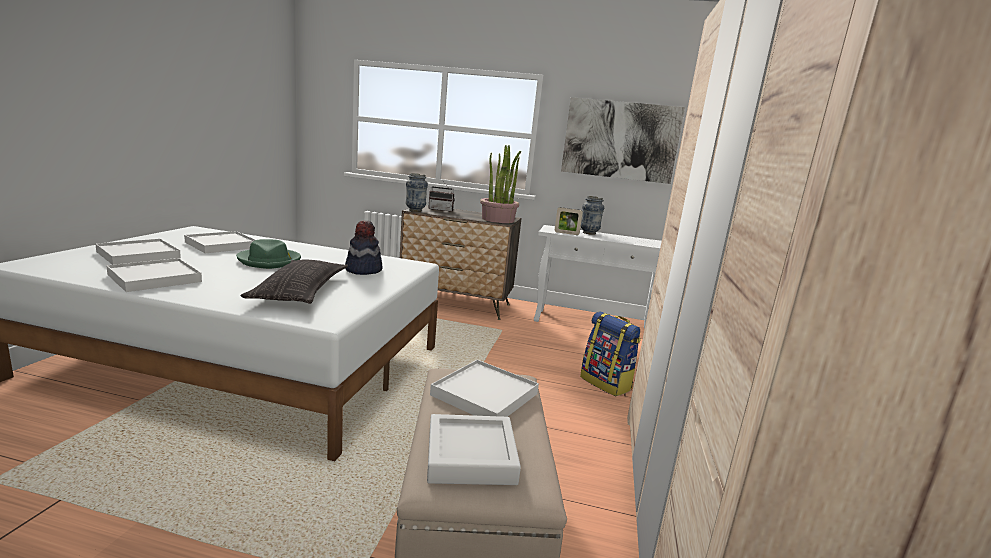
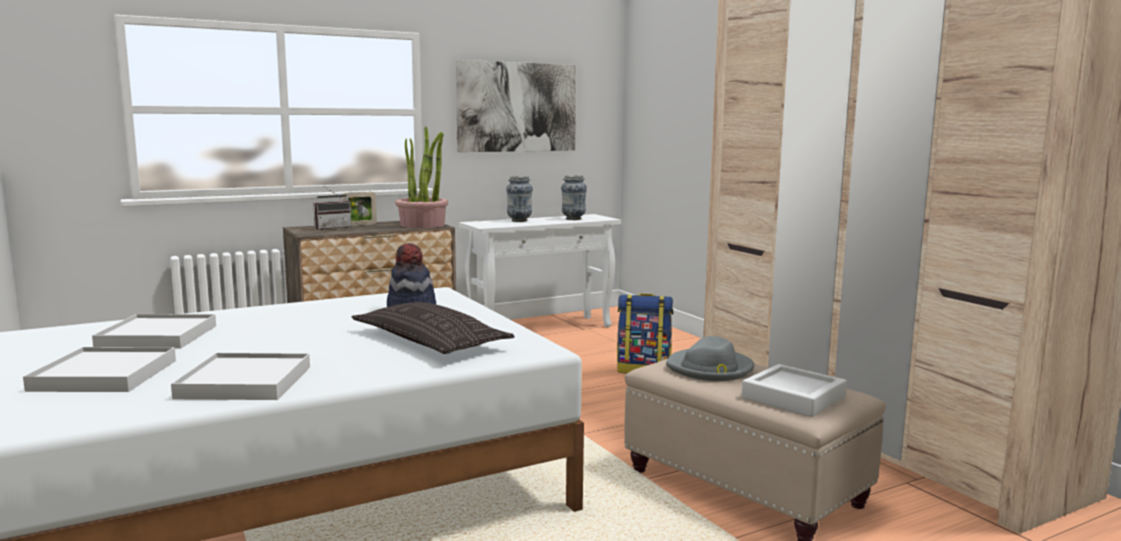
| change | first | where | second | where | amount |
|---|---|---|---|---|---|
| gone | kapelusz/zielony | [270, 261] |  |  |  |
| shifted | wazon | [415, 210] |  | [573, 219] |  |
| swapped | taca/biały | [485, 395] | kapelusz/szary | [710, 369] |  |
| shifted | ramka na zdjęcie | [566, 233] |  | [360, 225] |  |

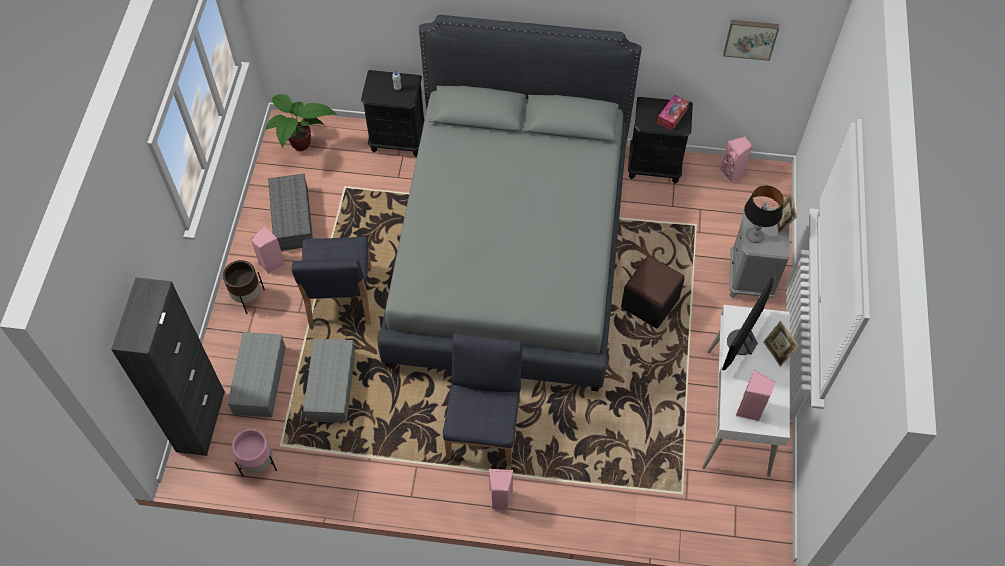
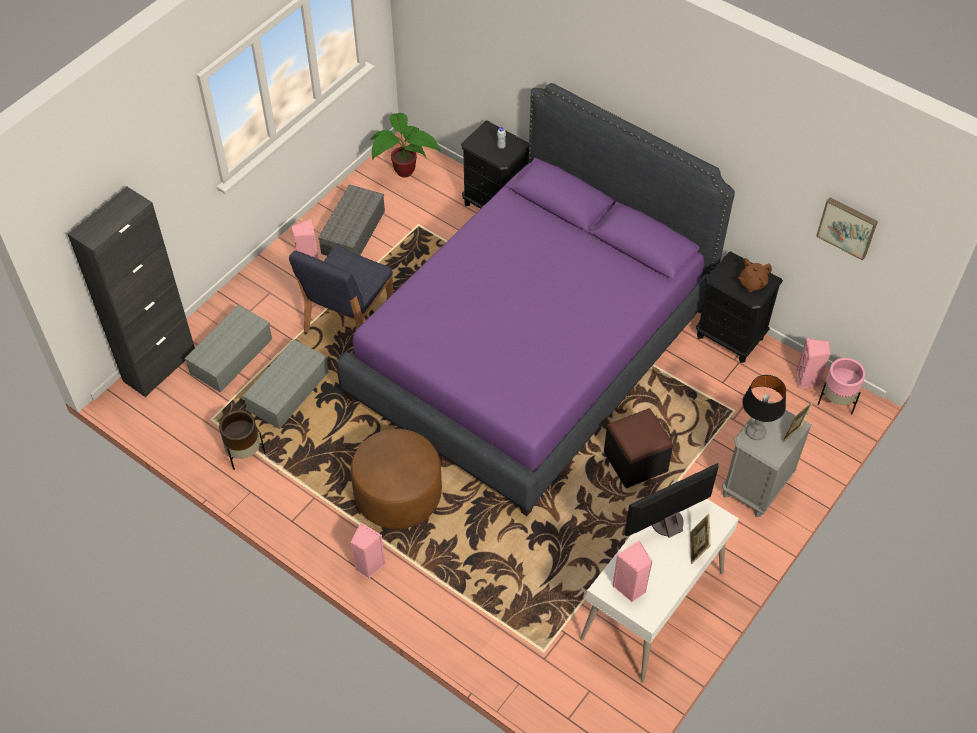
| change | first | where | second | where | amount |
|---|---|---|---|---|---|
| shifted | donica/brązowy | [248, 297] |  | [245, 453] |  |
| shifted | donica/różowy | [259, 464] |  | [837, 401] |  |
| repainted | łóżko/szary | [510, 252] | łóżko/fioletowy | [531, 351] |  |
| swapped | krzesło/niebieski | [484, 427] | pufa/brązowy | [398, 495] |  |
| swapped | pudełko chusteczek | [672, 116] | imbryk/brązowy | [752, 283] |  |

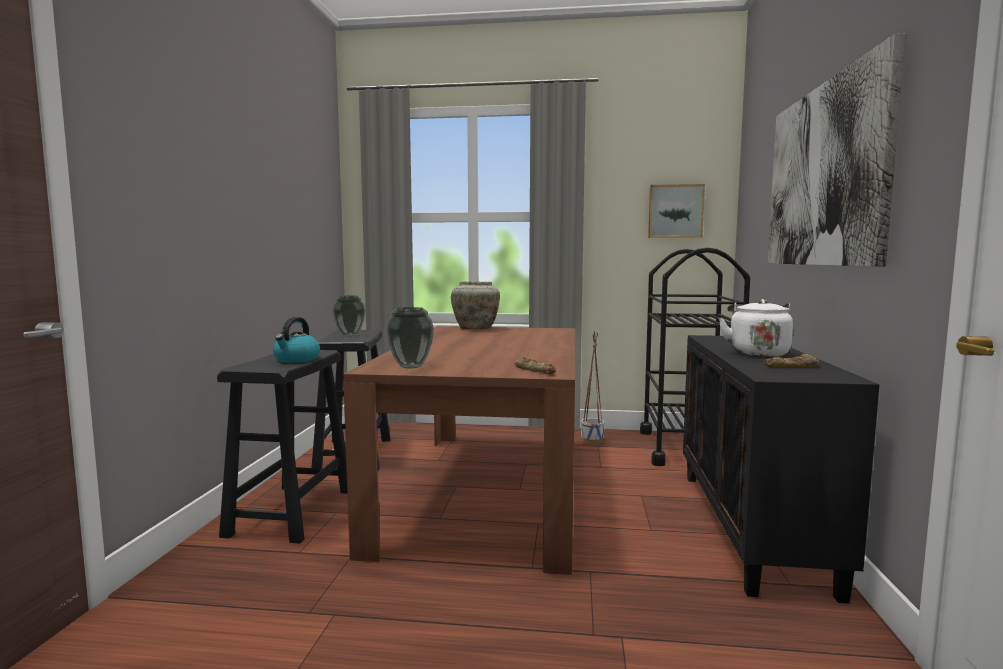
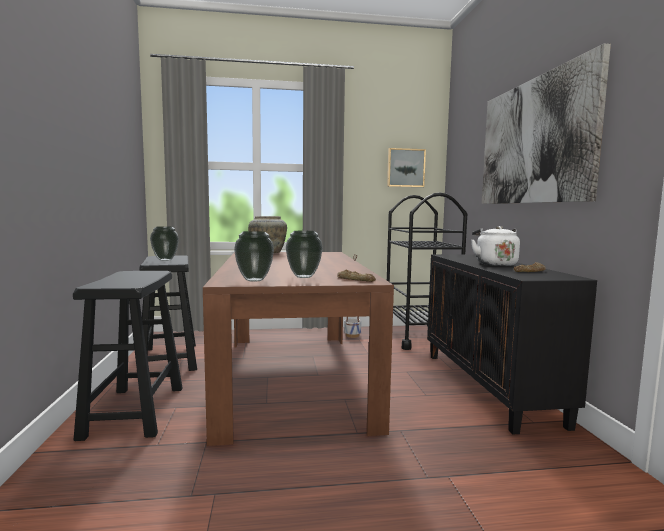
| change | first | where | second | where | amount |
|---|---|---|---|---|---|
| gone | czajnik | [296, 359] |  |  |  |
| new |  |  | wazon | [304, 277] |  |

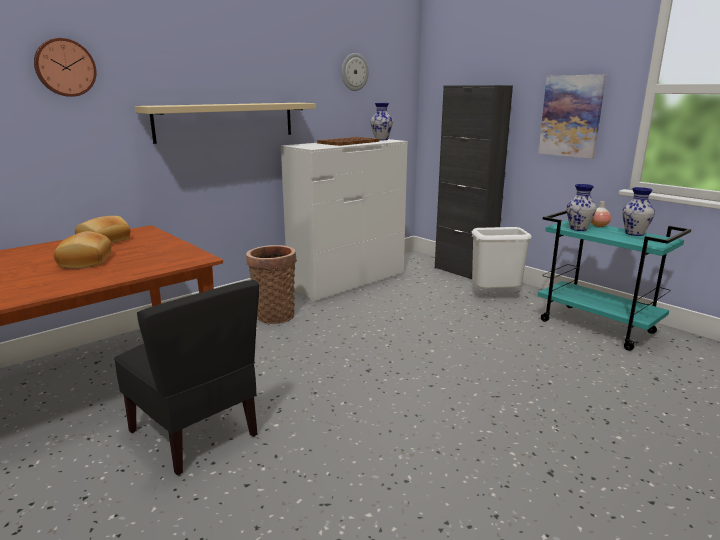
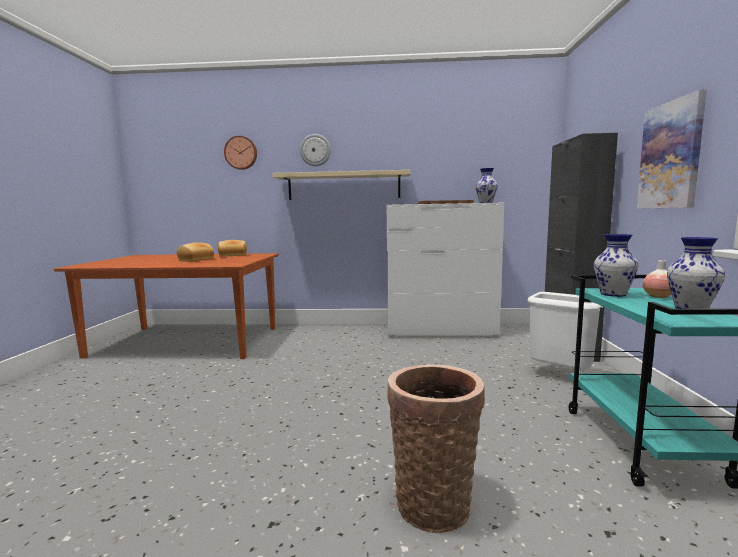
| change | first | where | second | where | amount |
|---|---|---|---|---|---|
| gone | krzesło/czarny | [196, 432] |  |  |  |
| shifted | koszyk | [274, 315] |  | [434, 501] |  |
| shifted | zegar ścienny | [354, 72] |  | [315, 150] |  |

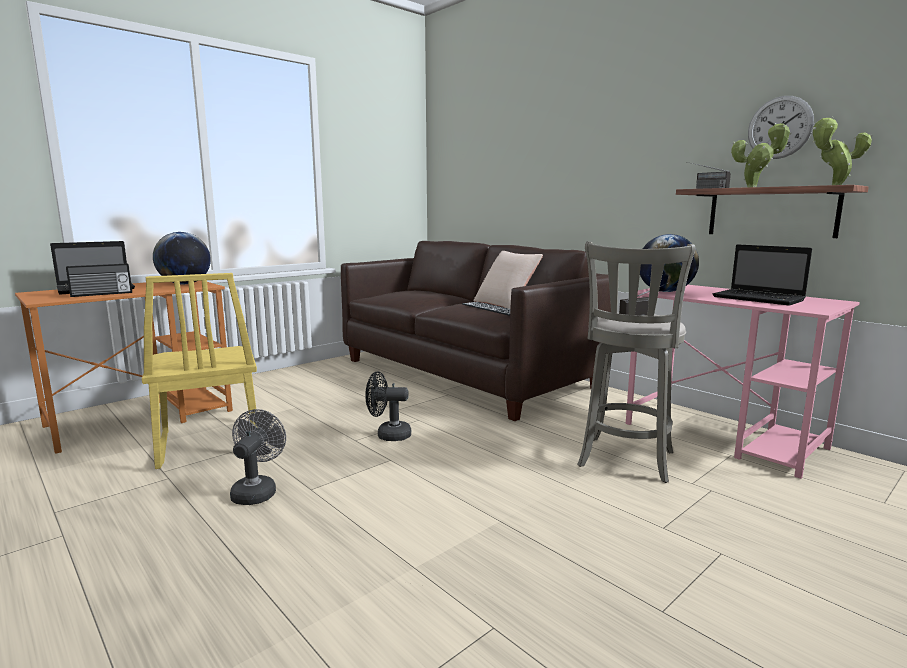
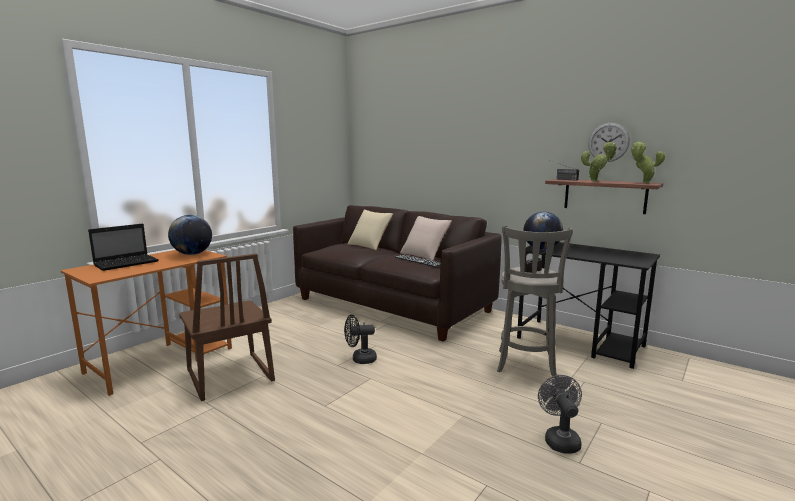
| change | first | where | second | where | amount |
|---|---|---|---|---|---|
| gone | radio | [102, 294] |  |  |  |
| repainted | krzesło/żółty | [208, 443] | krzesło/brązowy | [229, 377] |  |
| shifted | wentylator/szary | [257, 491] |  | [559, 439] |  |
| repainted | biurko/różowy | [724, 436] | biurko/czarny | [580, 342] |  |
| gone | laptop | [760, 299] |  |  |  |
| new |  |  | poduszka/beżowy | [370, 245] |  |

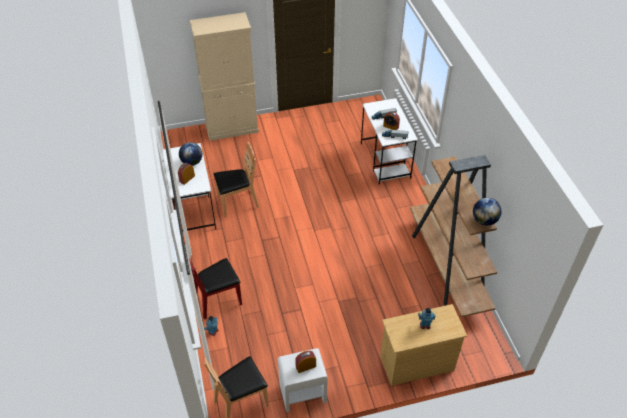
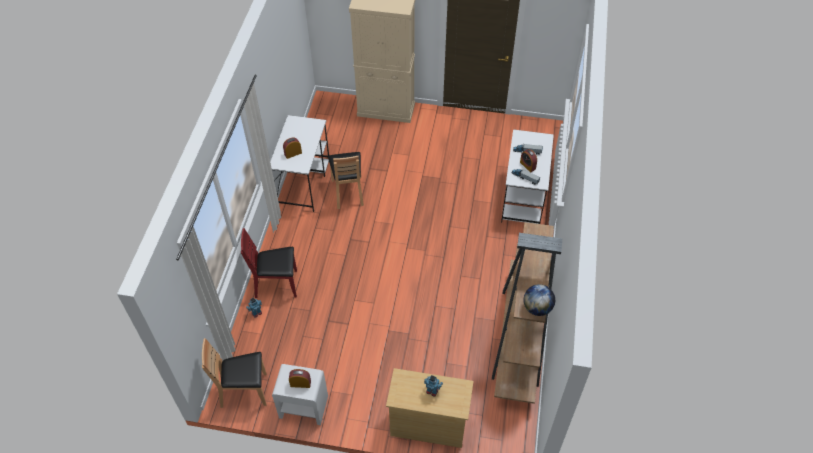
| change | first | where | second | where | amount |
|---|---|---|---|---|---|
| gone | globus | [192, 162] |  |  |  |
| rotated | krzesło/brązowy | [237, 203] |  | [348, 192] | 75 degrees clockwise |

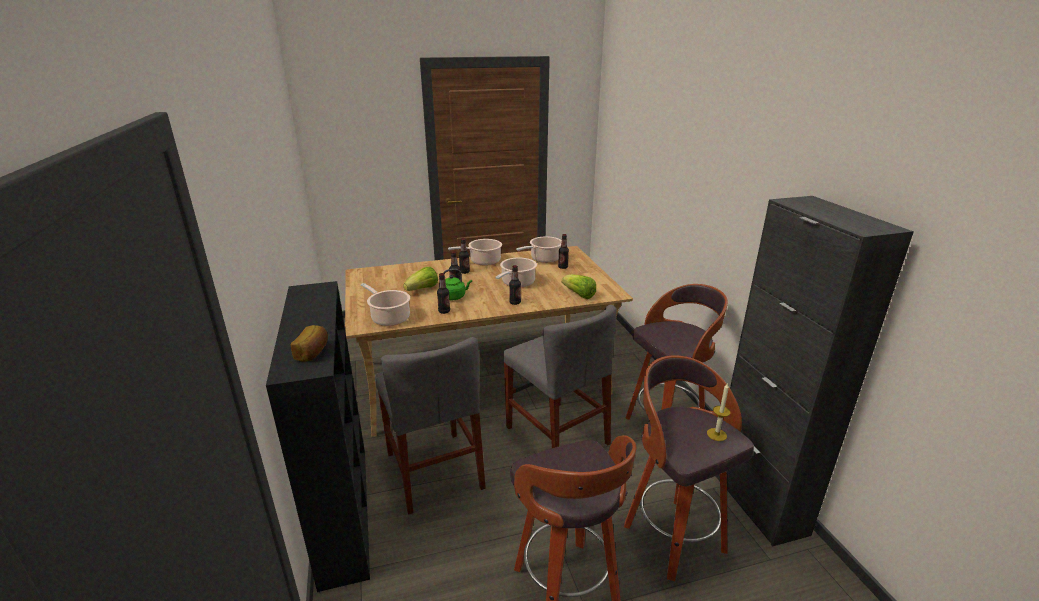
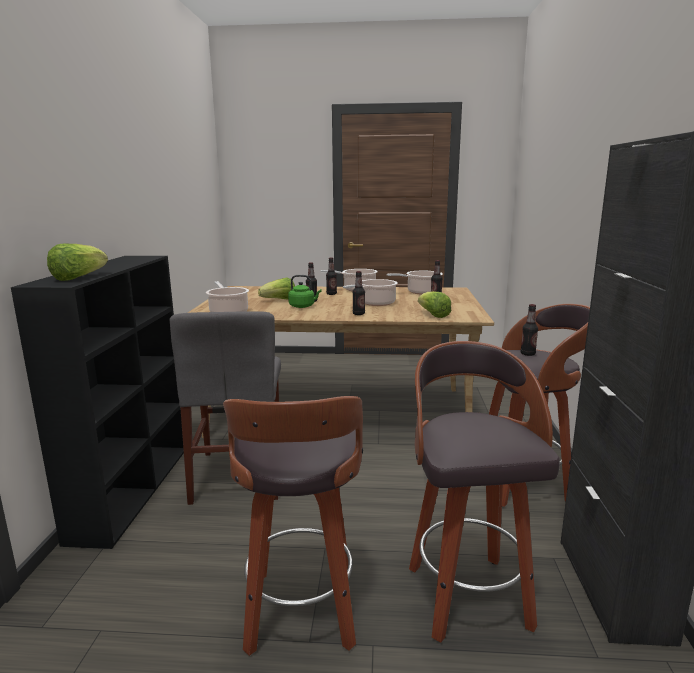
| change | first | where | second | where | amount |
|---|---|---|---|---|---|
| swapped | chleb | [313, 352] | sałata | [78, 278] |  |
| shifted | butelka | [444, 311] |  | [527, 354] |  |
| gone | krzesło/szary | [556, 435] |  |  |  |
| gone | świeca | [716, 434] |  |  |  |

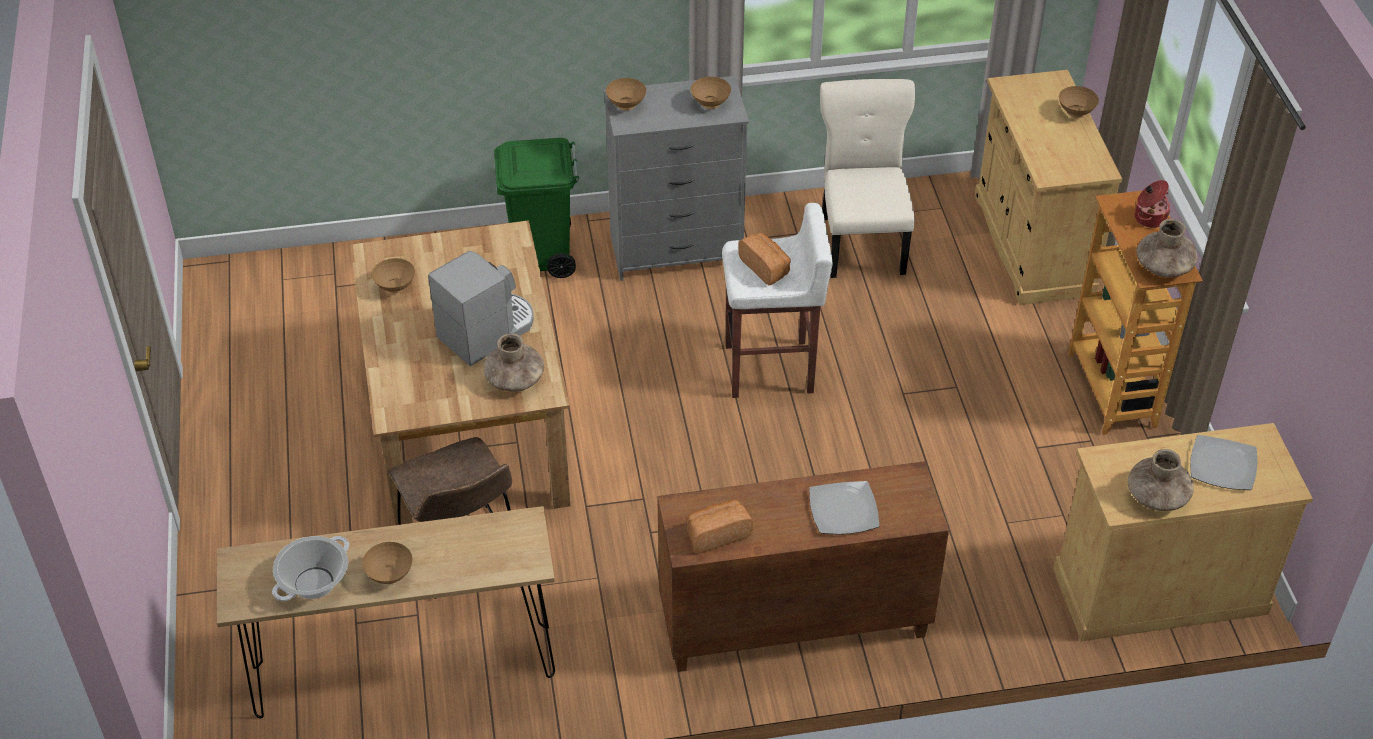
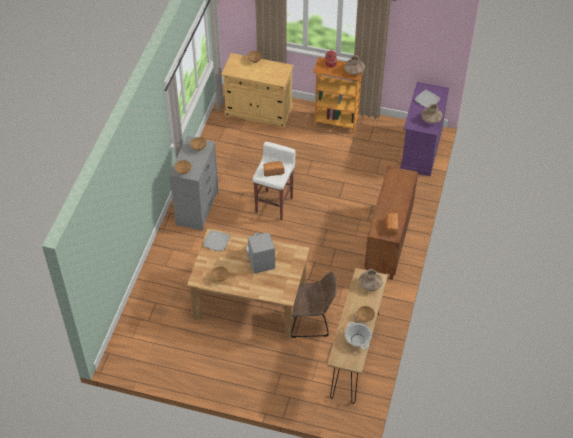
| change | first | where | second | where | amount |
|---|---|---|---|---|---|
| shifted | wazon/brązowy | [515, 379] |  | [370, 284] |  |
| gone | kosz na śmieci/zielony | [543, 255] |  |  |  |
| shifted | talerz | [843, 511] |  | [216, 241] |  |
| gone | krzesło/beżowy | [862, 242] |  |  |  |
| repainted | szafka/beżowy | [1159, 590] | szafka/fioletowy | [421, 149] |  |

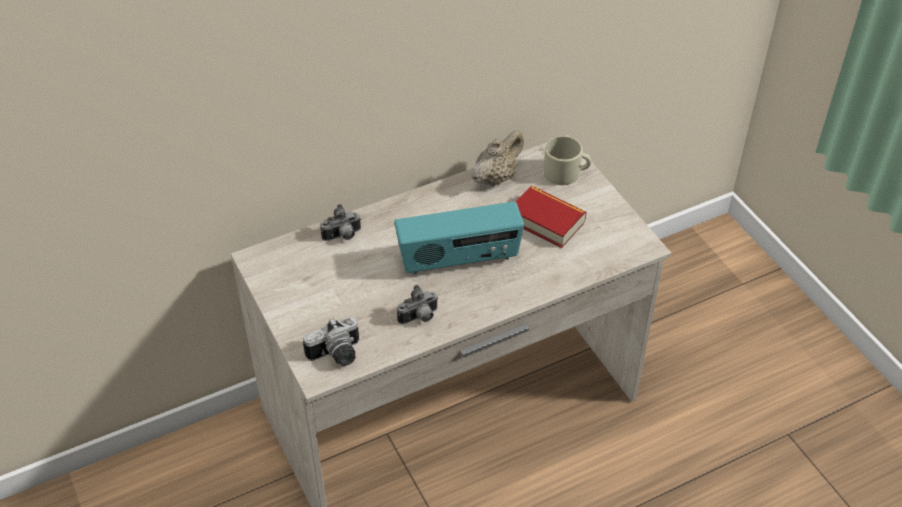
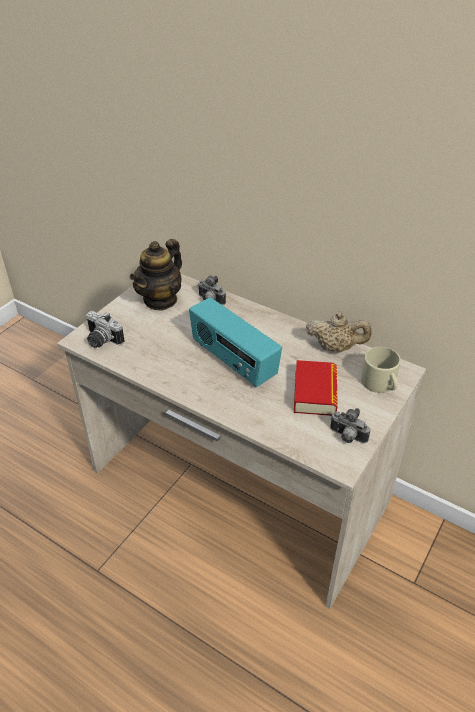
| change | first | where | second | where | amount |
|---|---|---|---|---|---|
| shifted | aparat fotograficzny | [419, 318] |  | [347, 437] |  |
| new |  |  | imbryk | [160, 300] |  |

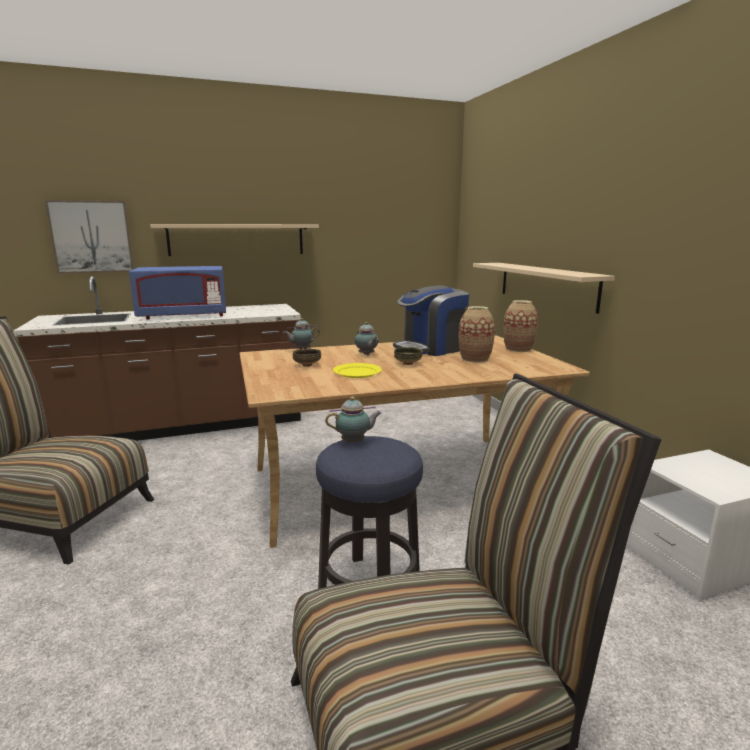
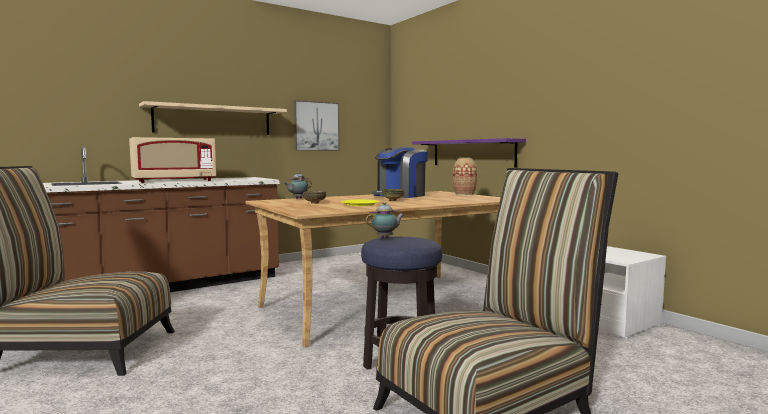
| change | first | where | second | where | amount |
|---|---|---|---|---|---|
| shifted | obraz | [91, 237] |  | [316, 126] |  |
| repainted | mikrofalówka/niebieski | [184, 316] | mikrofalówka/beżowy | [174, 181] |  |
| gone | imbryk | [366, 355] |  |  |  |
| gone | wazon | [475, 359] |  |  |  |
| repainted | półka/beżowy | [546, 285] | półka/fioletowy | [472, 153] |  |

